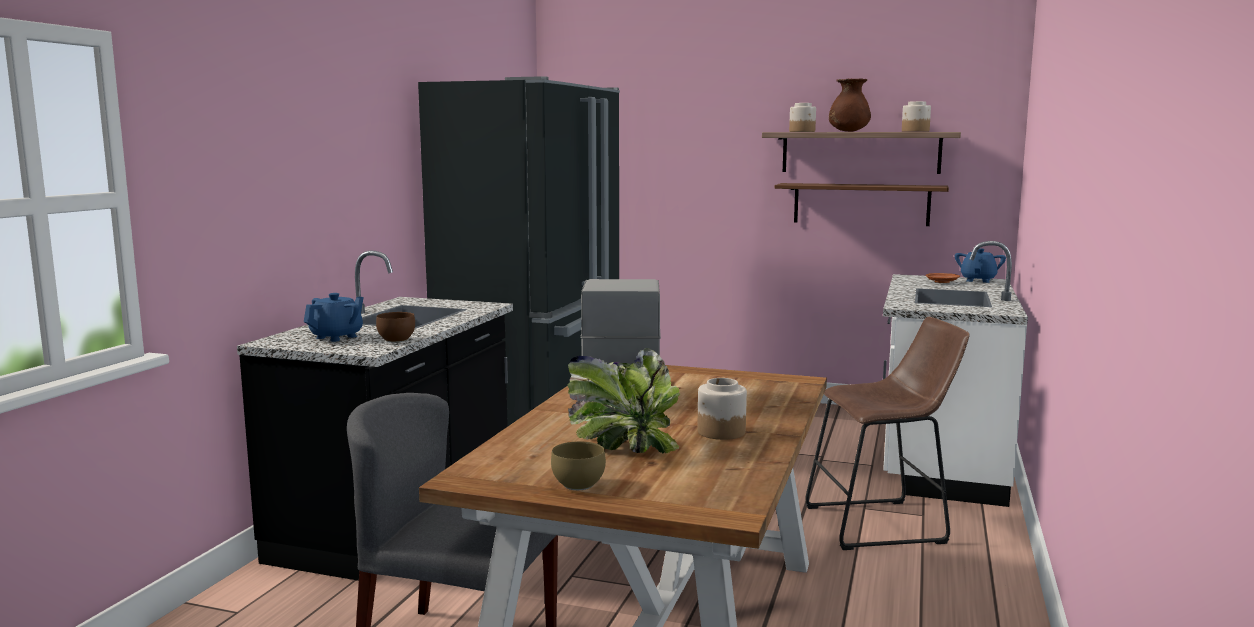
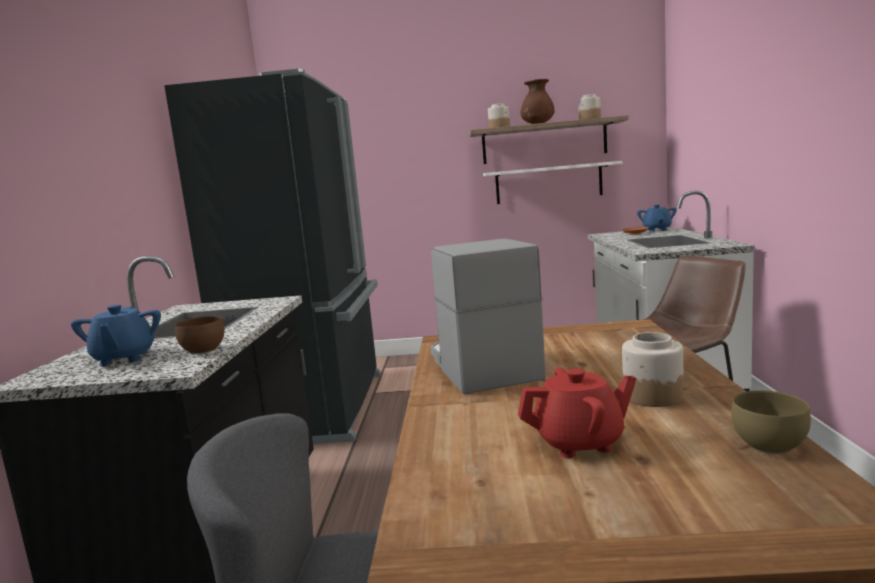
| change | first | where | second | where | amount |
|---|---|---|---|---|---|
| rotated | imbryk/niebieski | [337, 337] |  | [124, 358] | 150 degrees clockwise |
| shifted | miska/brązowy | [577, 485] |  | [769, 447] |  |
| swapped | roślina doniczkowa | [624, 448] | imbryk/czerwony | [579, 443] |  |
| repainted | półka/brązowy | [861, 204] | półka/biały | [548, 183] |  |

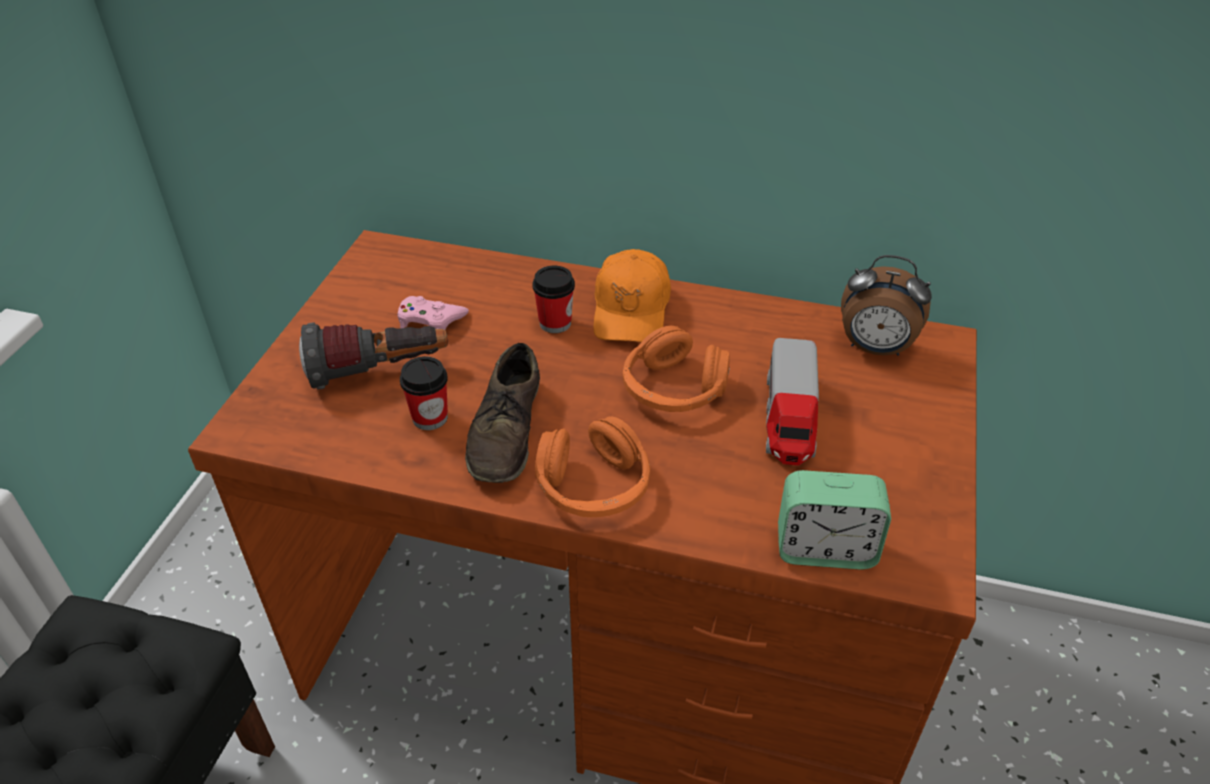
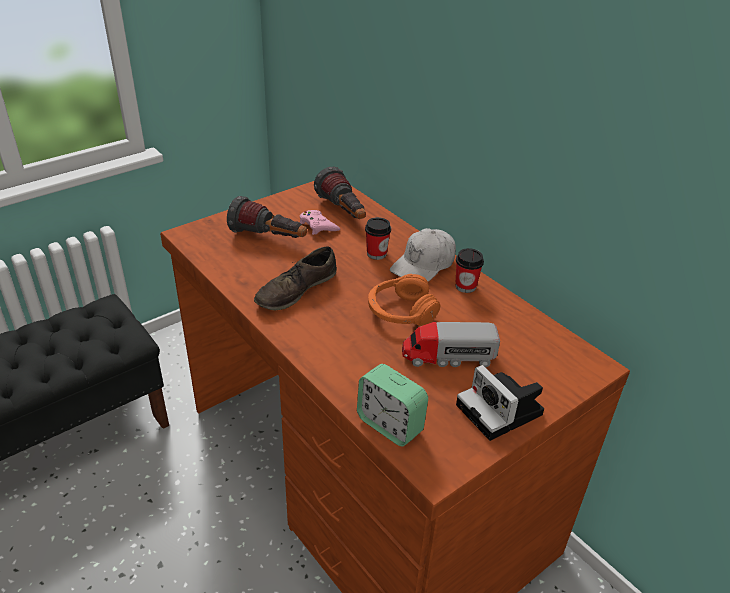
| change | first | where | second | where | amount |
|---|---|---|---|---|---|
| shifted | filiżanka | [430, 418] |  | [465, 286] |  |
| gone | słuchawki/pomarańczowy | [593, 486] |  |  |  |
| repainted | czapka z daszkiem/pomarańczowy | [631, 310] | czapka z daszkiem/biały | [424, 265] |  |
| rotated | ciężarówka zabawkowa | [789, 418] |  | [448, 356] | 45 degrees clockwise |
| gone | budzik | [875, 348] |  |  |  |
| new |  |  | latarka | [343, 212] |  |
| new |  |  | aparat fotograficzny | [502, 411] |  |

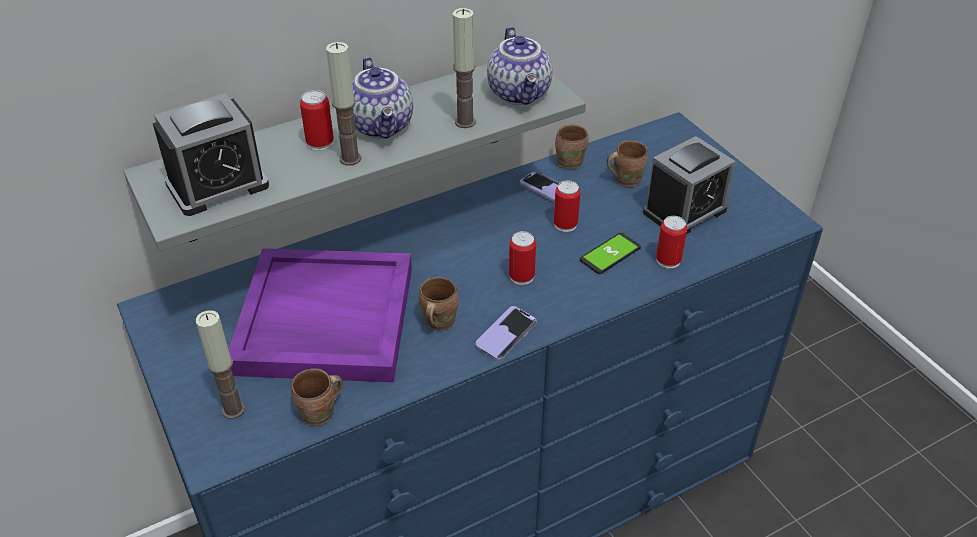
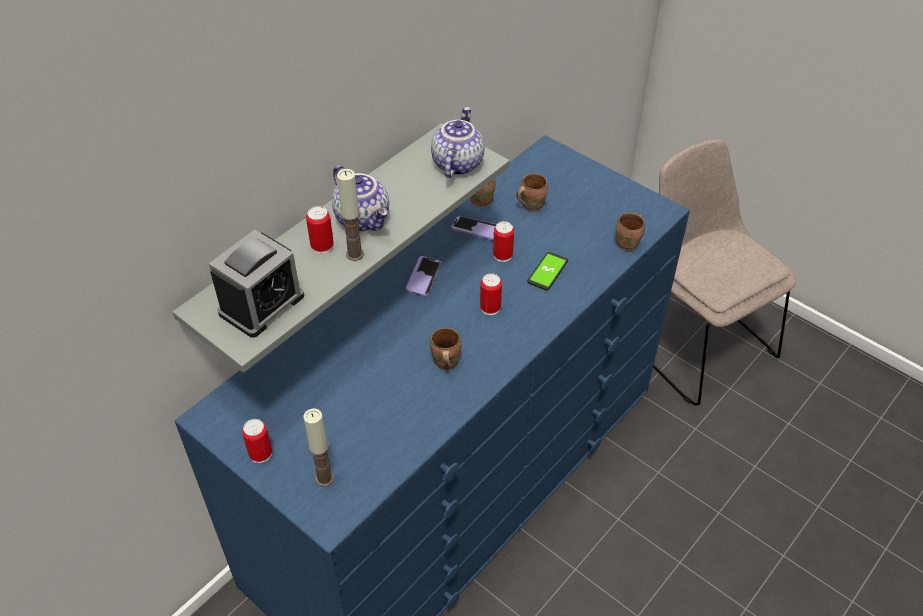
| change | first | where | second | where | amount |
|---|---|---|---|---|---|
| gone | taca/fioletowy | [323, 320] |  |  |  |
| shifted | kubek/brązowy | [320, 414] |  | [629, 243] |  |
| gone | świeca | [465, 122] |  |  |  |
| shifted | telefon | [506, 335] |  | [424, 277] |  |
| rotated | imbryk | [521, 93] |  | [456, 163] | 135 degrees counterclockwise |
| gone | budzik | [684, 211] |  |  |  |
| shifted | puszka | [668, 260] |  | [260, 453] |  |
| new |  |  | krzesło/beżowy | [695, 342] |  |

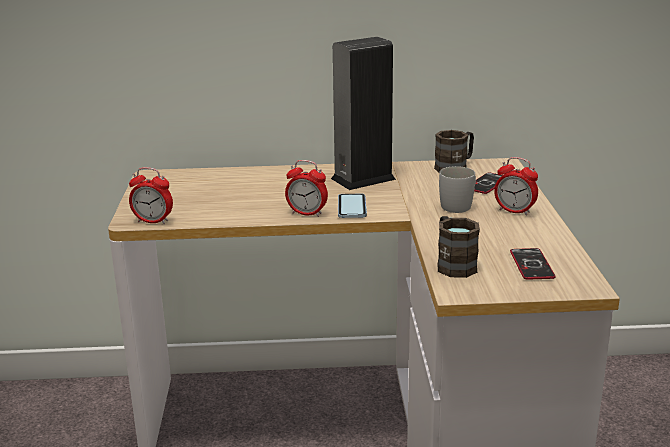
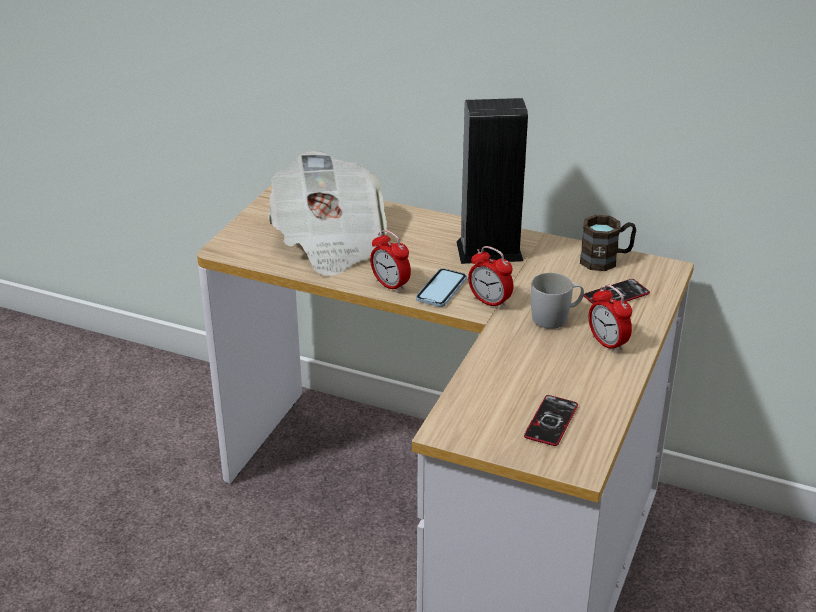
| change | first | where | second | where | amount |
|---|---|---|---|---|---|
| shifted | budzik | [153, 221] |  | [490, 302] |  |
| gone | kubek/brązowy | [453, 264] |  |  |  |
| new |  |  | gazeta | [330, 242] |  |

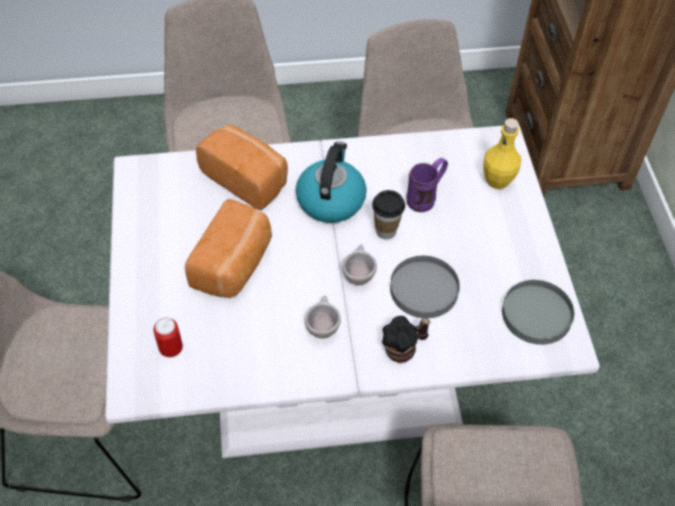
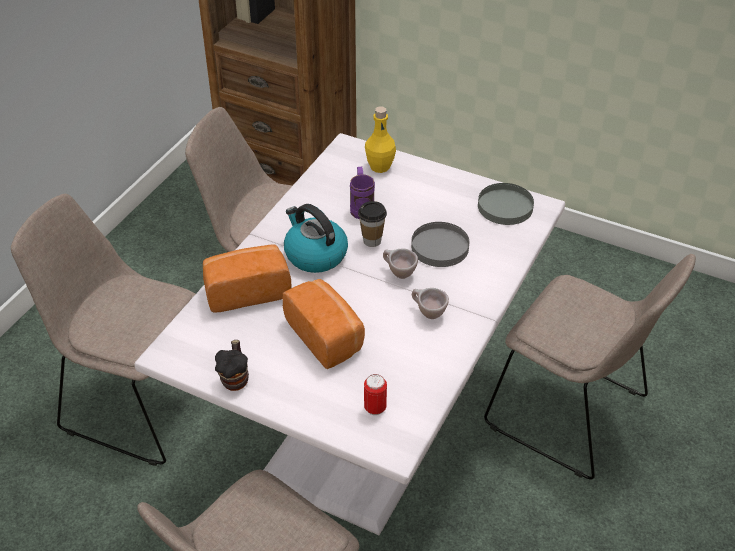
| change | first | where | second | where | amount |
|---|---|---|---|---|---|
| shifted | kubek | [404, 349] |  | [235, 378] |  |

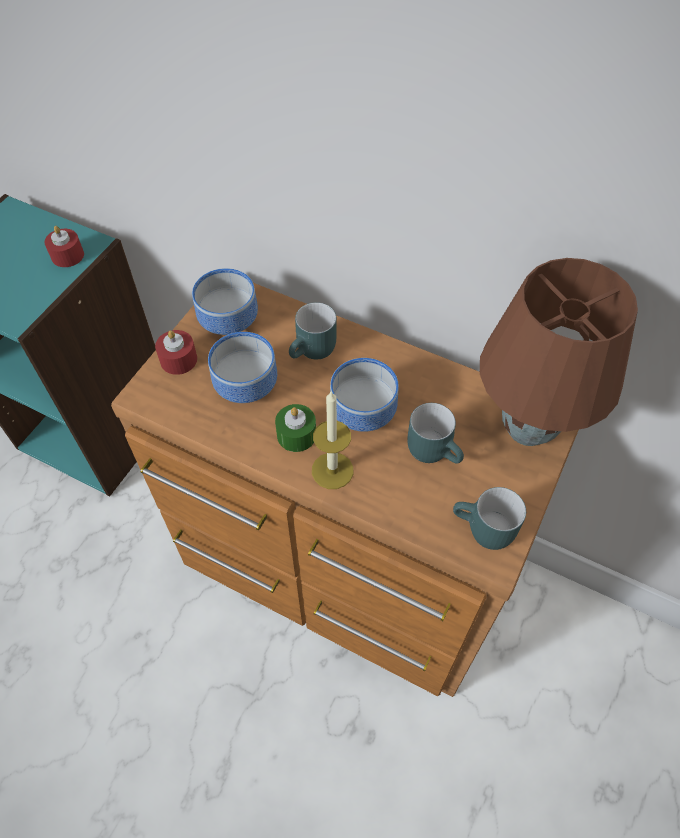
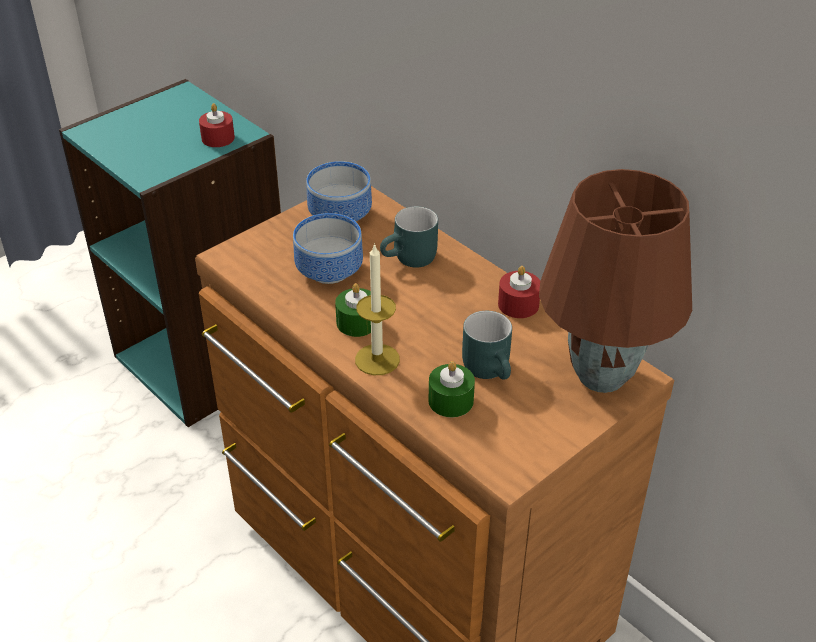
| change | first | where | second | where | amount |
|---|---|---|---|---|---|
| shifted | świeca/czerwony | [178, 359] |  | [518, 304] |  |
| gone | miska | [360, 410] |  |  |  |
| gone | kubek/turkusowy | [483, 532] |  |  |  |
| new |  |  | świeca/zielony | [451, 401] |  |

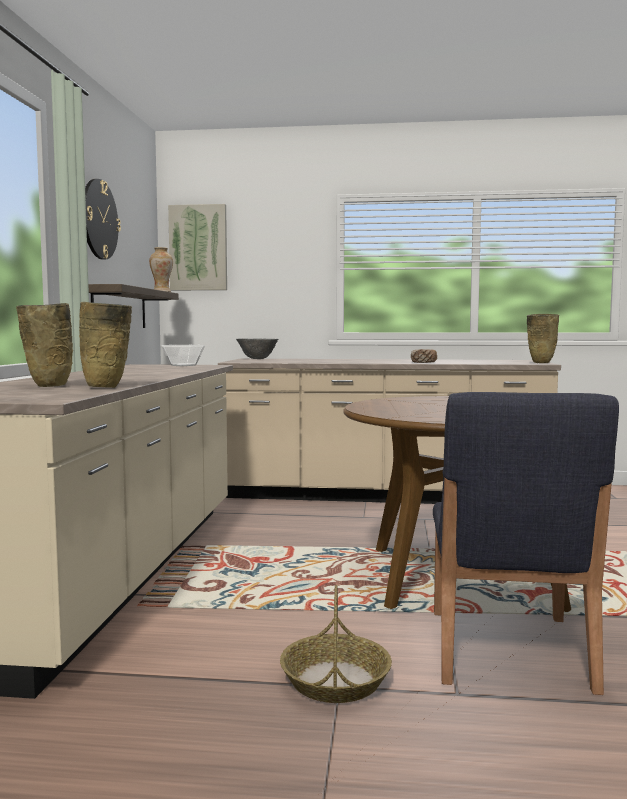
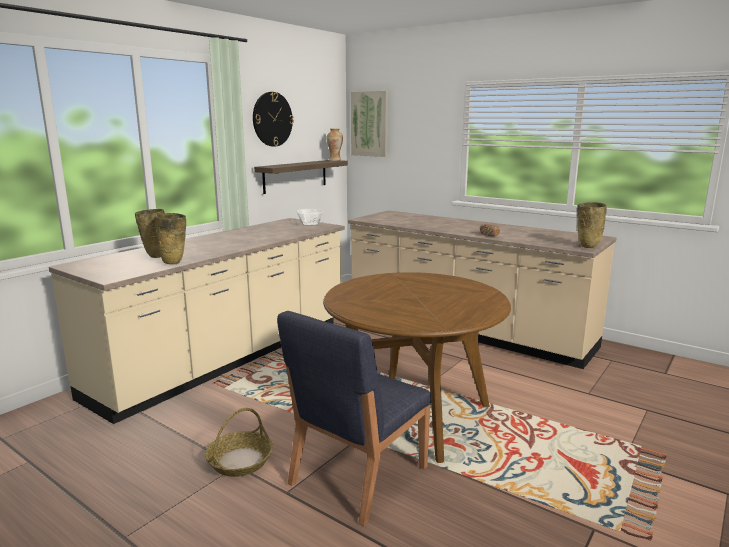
| change | first | where | second | where | amount |
|---|---|---|---|---|---|
| gone | miska/szary | [257, 359] |  |  |  |

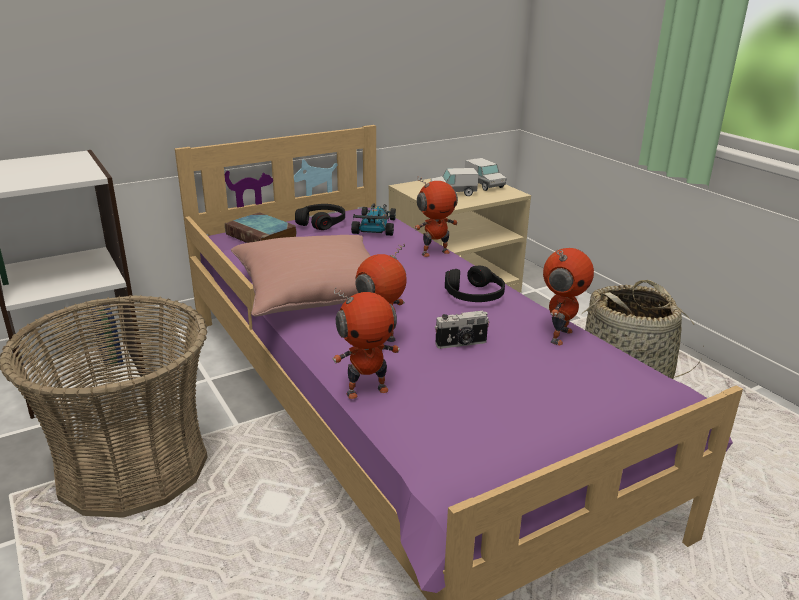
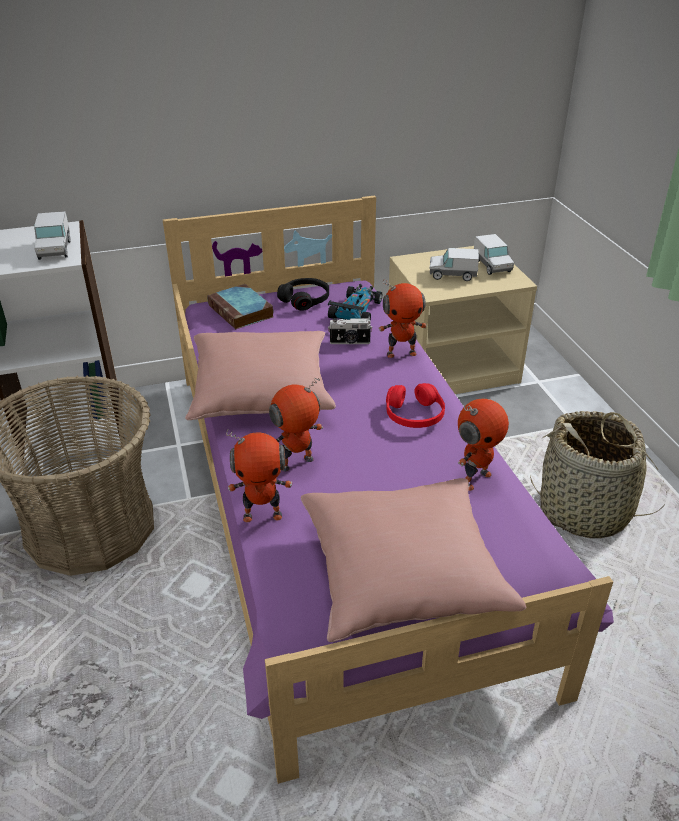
| change | first | where | second | where | amount |
|---|---|---|---|---|---|
| shifted | aparat fotograficzny | [461, 344] |  | [350, 342] |  |
| repainted | słuchawki/czarny | [474, 295] | słuchawki/czerwony | [414, 415] |  |
| new |  |  | ciężarówka zabawkowa | [55, 250] |  |
| new |  |  | poduszka/różowy | [403, 573] |  |

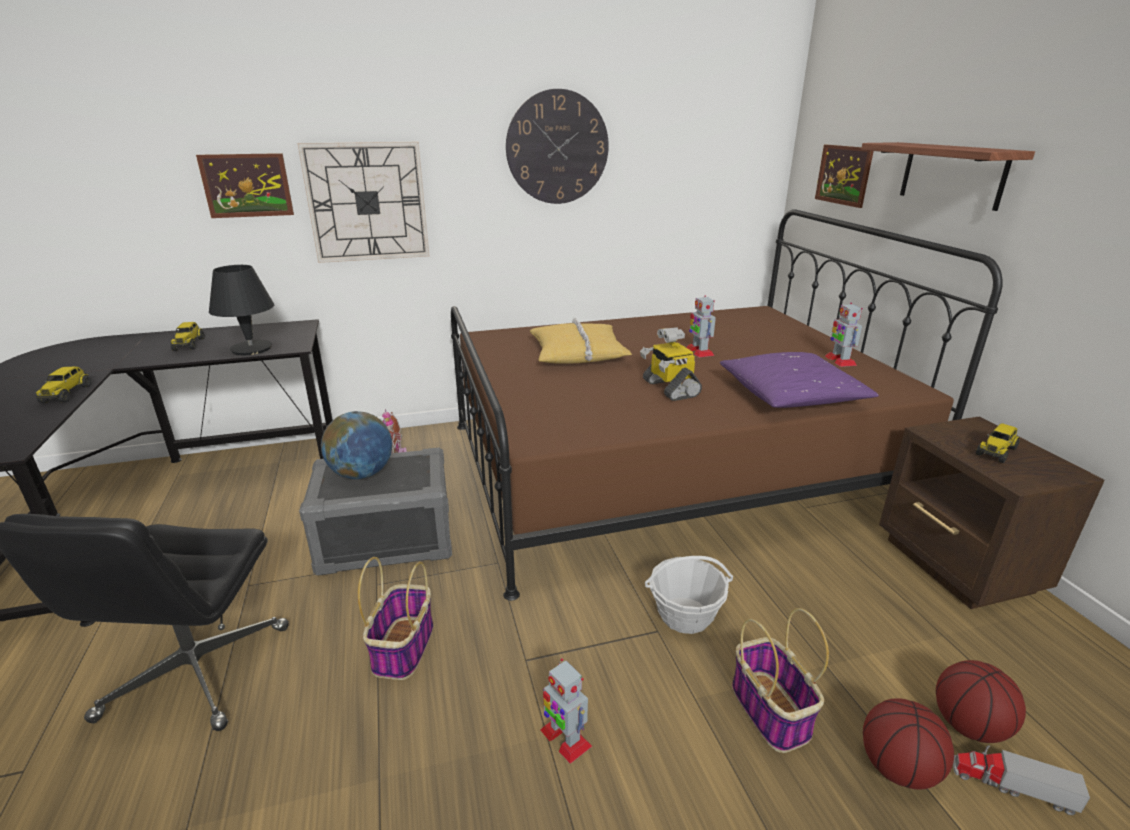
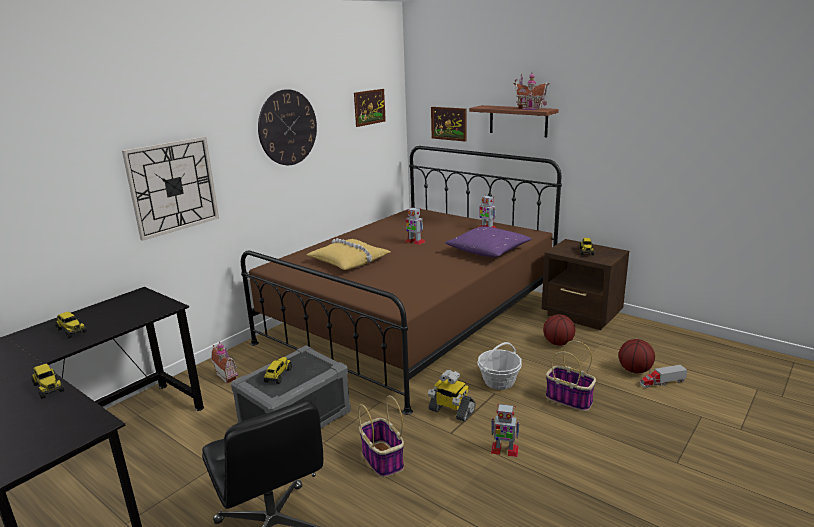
| change | first | where | second | where | amount |
|---|---|---|---|---|---|
| shifted | obraz | [247, 185] |  | [369, 107] |  |
| gone | lampa stołowa/czarny | [251, 349] |  |  |  |
| swapped | globus | [362, 474] | ciężarówka zabawkowa | [278, 376] |  |
| shifted | robot zabawkowy | [669, 388] |  | [451, 411] |  |
| shifted | piłka do koszykówki | [898, 767] |  | [558, 343] |  |
| new |  |  | domek | [529, 109] |  |

